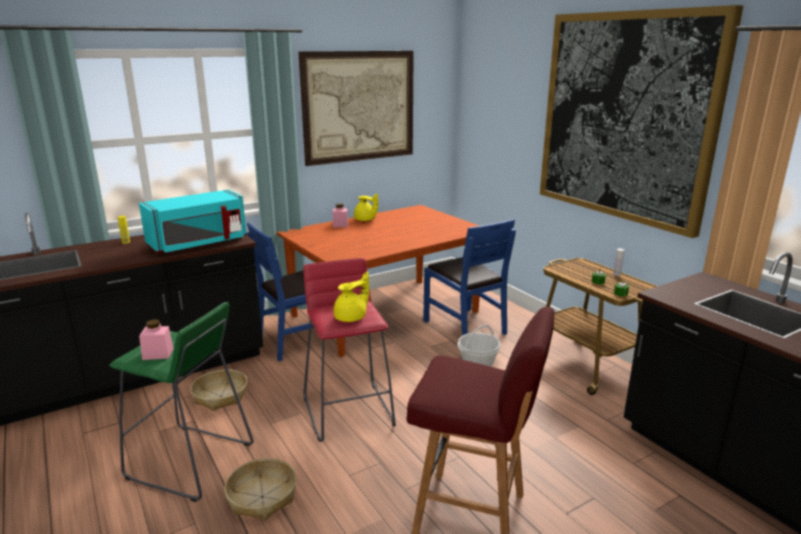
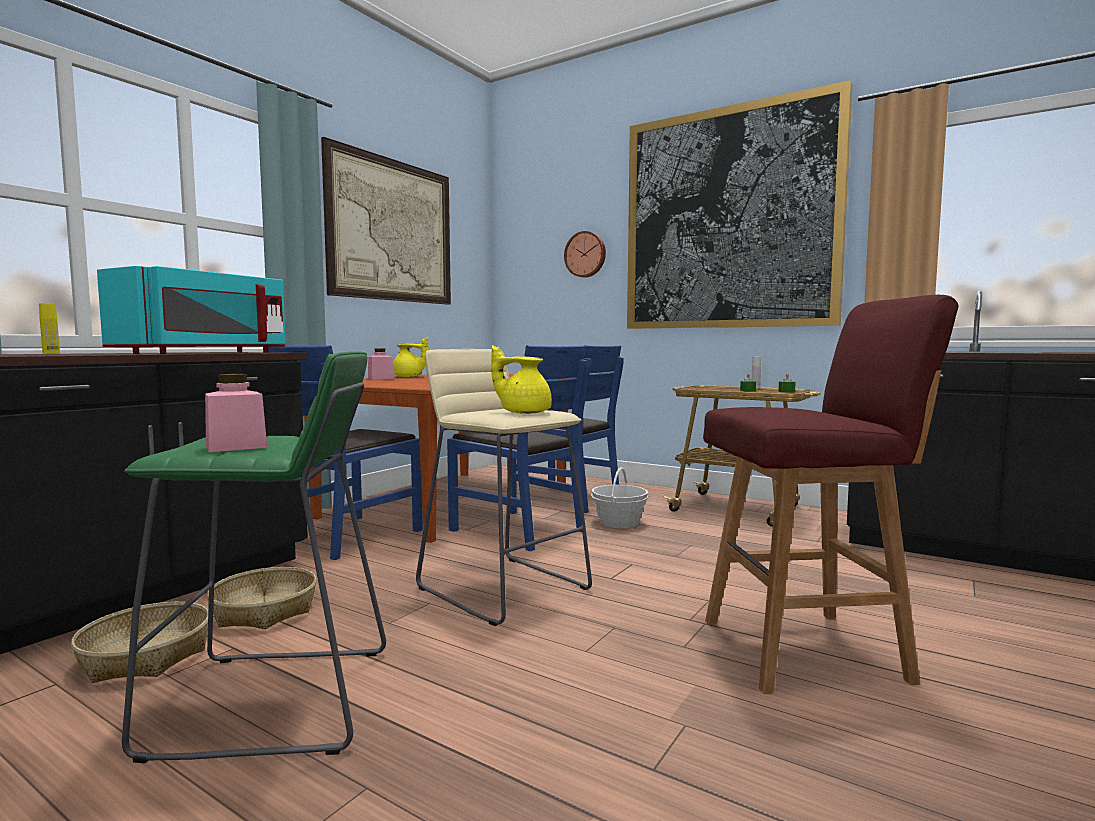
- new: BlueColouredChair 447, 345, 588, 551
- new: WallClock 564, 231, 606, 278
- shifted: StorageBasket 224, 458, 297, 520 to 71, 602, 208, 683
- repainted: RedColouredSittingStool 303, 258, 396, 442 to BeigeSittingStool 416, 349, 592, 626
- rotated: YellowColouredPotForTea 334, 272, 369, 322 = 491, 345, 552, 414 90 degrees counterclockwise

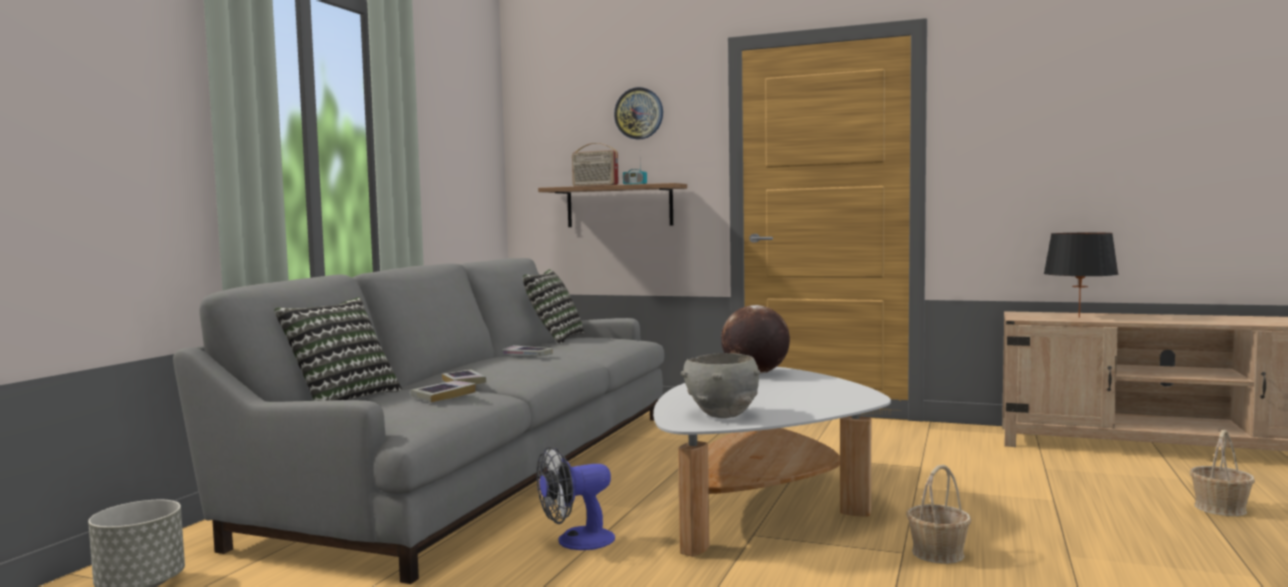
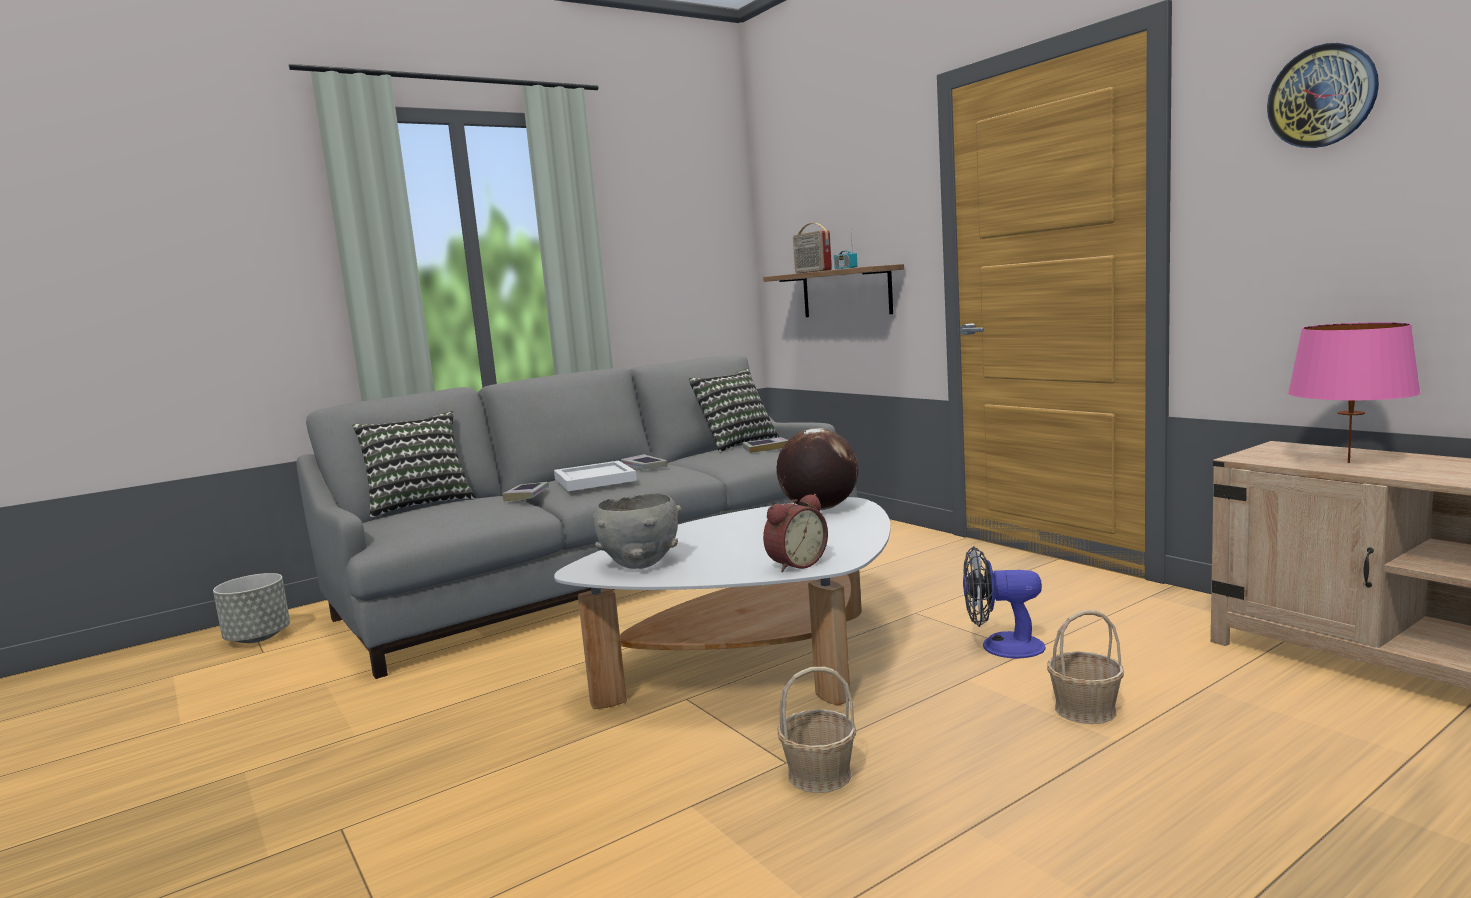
- new: WhitishServingTray 554, 461, 637, 491
- new: TableClock 763, 494, 828, 572
- shifted: Book 411, 380, 476, 403 to 742, 437, 788, 453
- shifted: Fan 537, 446, 615, 550 to 963, 546, 1045, 659
- shifted: WallClock 614, 87, 663, 140 to 1267, 43, 1379, 148
- shifted: StorageBasket 1190, 430, 1255, 516 to 1047, 610, 1124, 724
- repainted: BlackishTabletopLamp 1044, 233, 1118, 318 to PinkColouredTabletopLamp 1288, 322, 1421, 463

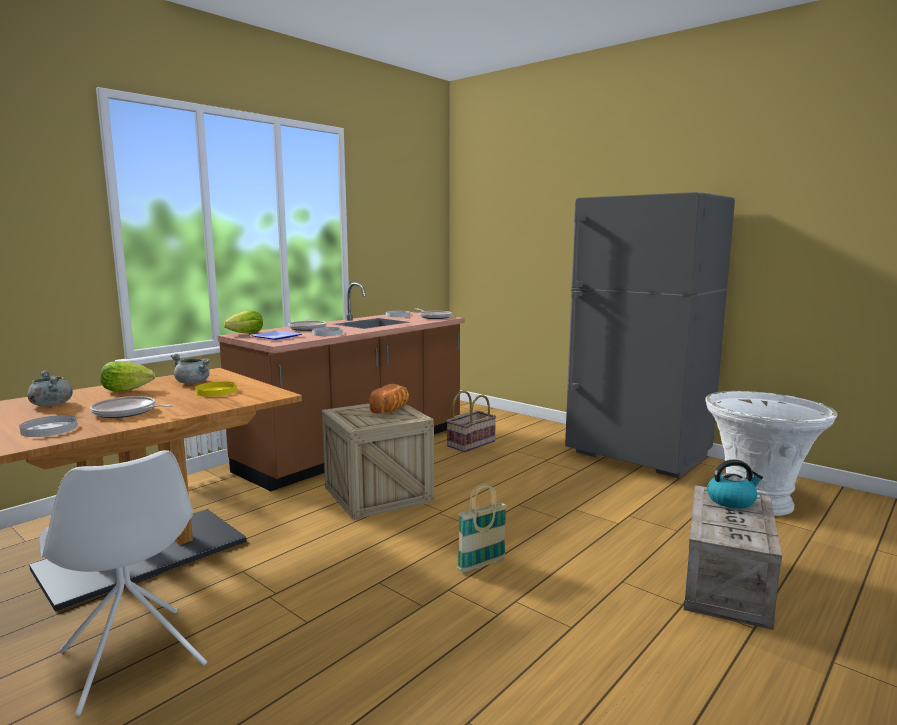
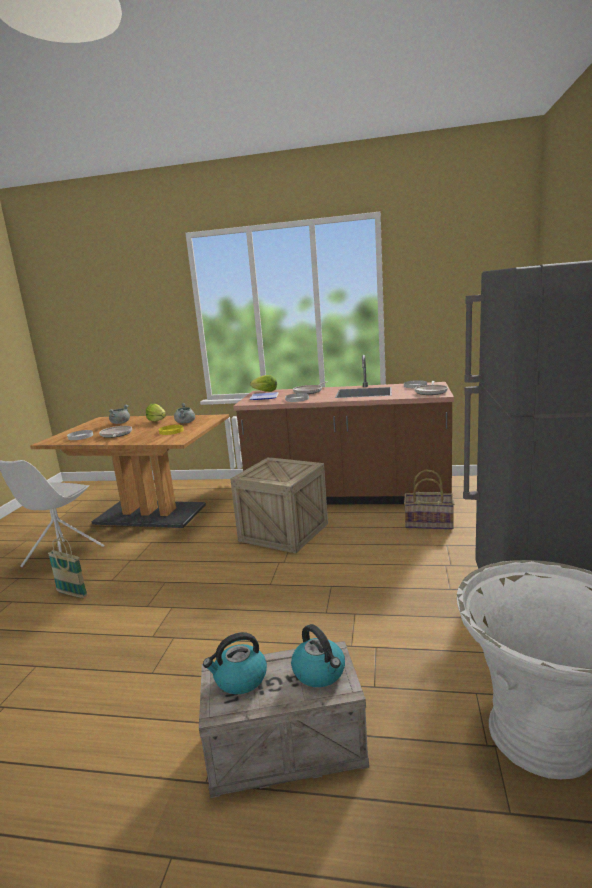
- gone: BakedBread 369, 384, 409, 414
- new: WaterKettle 203, 632, 267, 694
- shifted: StorageBasket 457, 484, 507, 573 to 48, 537, 87, 598

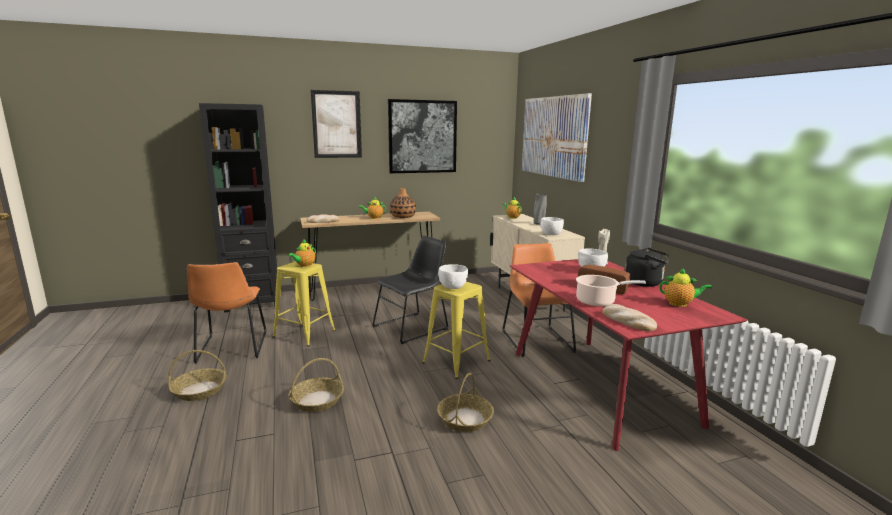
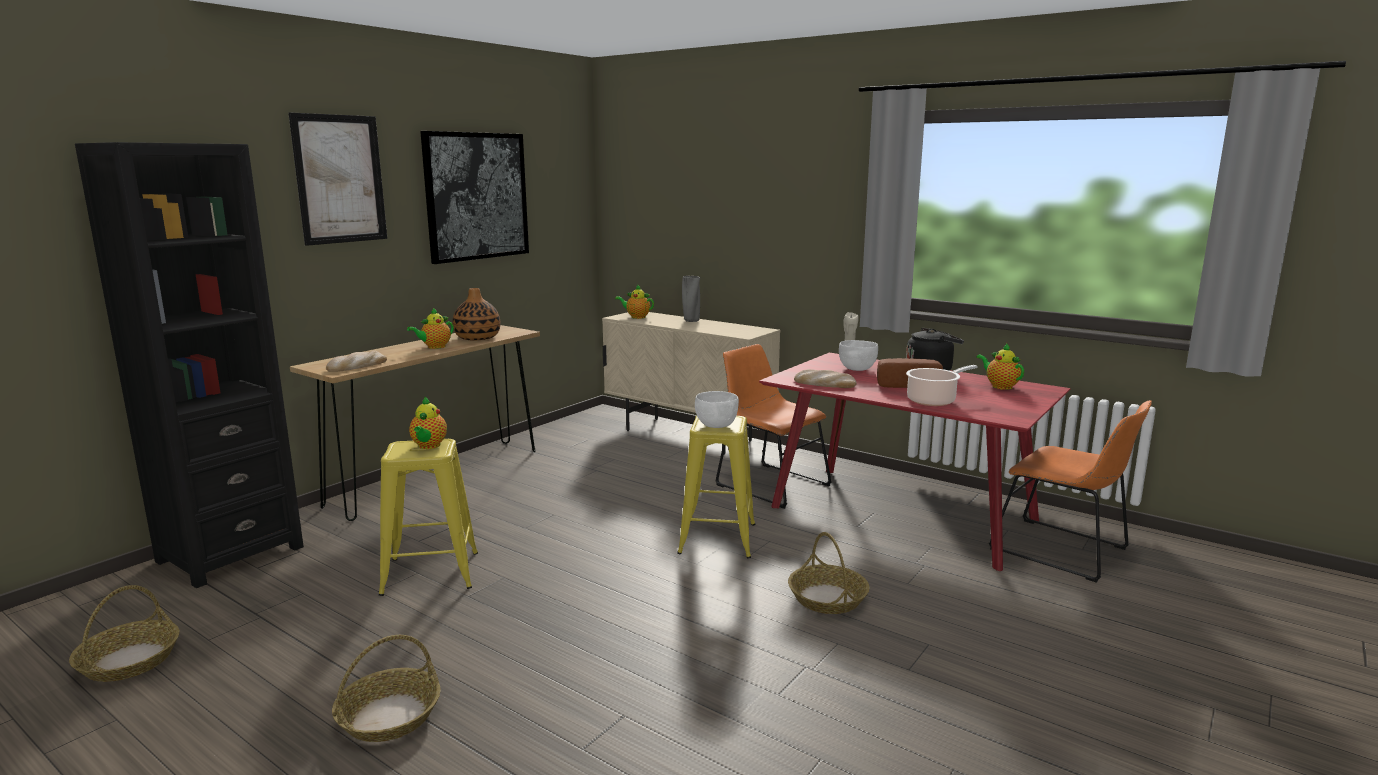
- gone: BlackishChair 372, 236, 448, 344
- gone: WallPicture 522, 93, 592, 182
- gone: WhitishServingBowl 540, 217, 564, 235
- shifted: OrangeyChair 187, 262, 267, 364 to 989, 400, 1152, 583
- shifted: StorageBasket 289, 358, 344, 412 to 69, 585, 180, 682
- shifted: BakedBread 602, 304, 657, 332 to 794, 369, 857, 388
- rotated: PotForTea 659, 268, 712, 307 = 977, 343, 1024, 390 105 degrees counterclockwise

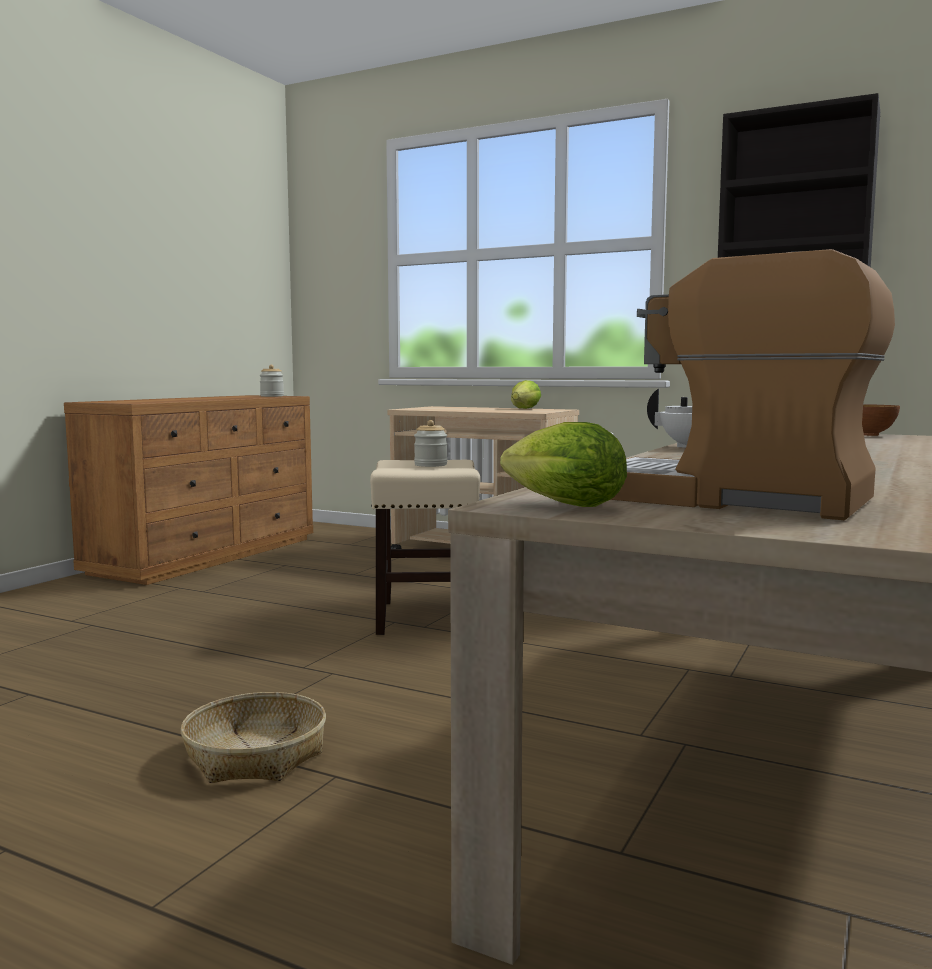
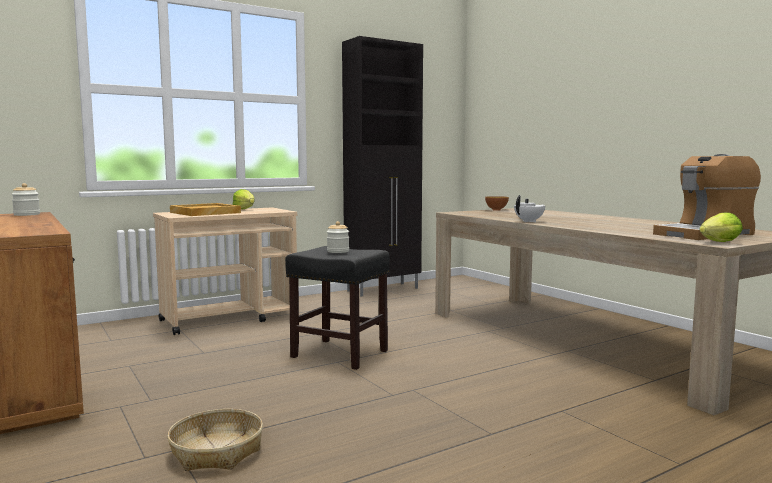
- new: BeigeServingTray 170, 203, 241, 216
- shifted: StorageBasket 181, 692, 326, 783 to 167, 409, 263, 471
- repainted: BeigeSittingStool 370, 460, 480, 635 to BlackishSittingStool 285, 246, 390, 370

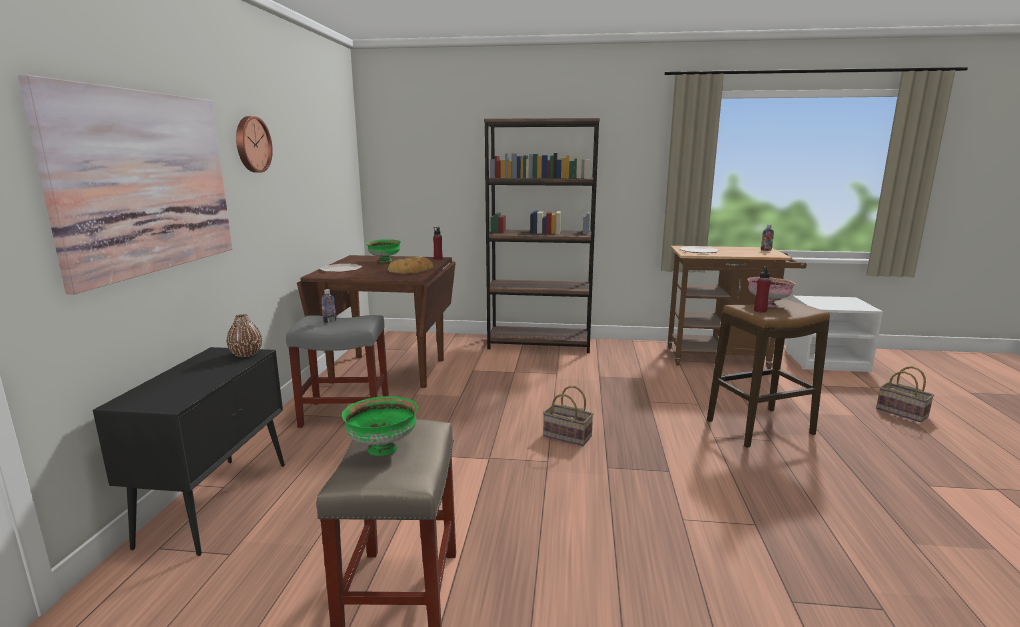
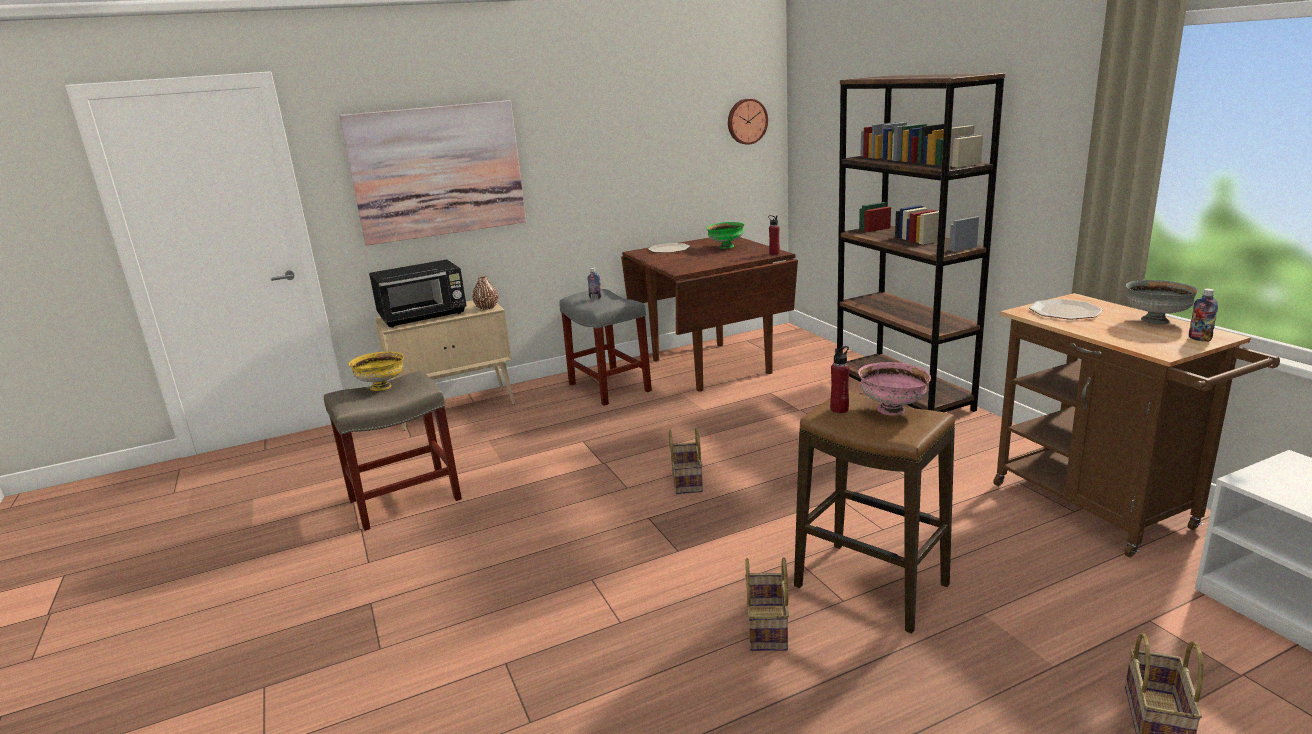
- gone: BakedBread 388, 257, 433, 274
- new: BlackishMicrowaveOven 369, 259, 466, 328
- new: StorageBasket 745, 557, 789, 651
- new: GreyishServingBowl 1126, 280, 1199, 325
- shifted: WallClock 236, 116, 273, 173 to 728, 99, 768, 145
- repainted: BlackishStorageCabinet 93, 347, 285, 556 to BeigeStorageCabinet 375, 300, 515, 431
- repainted: GreenServingBowl 342, 396, 418, 456 to YellowColouredServingBowl 348, 352, 404, 391

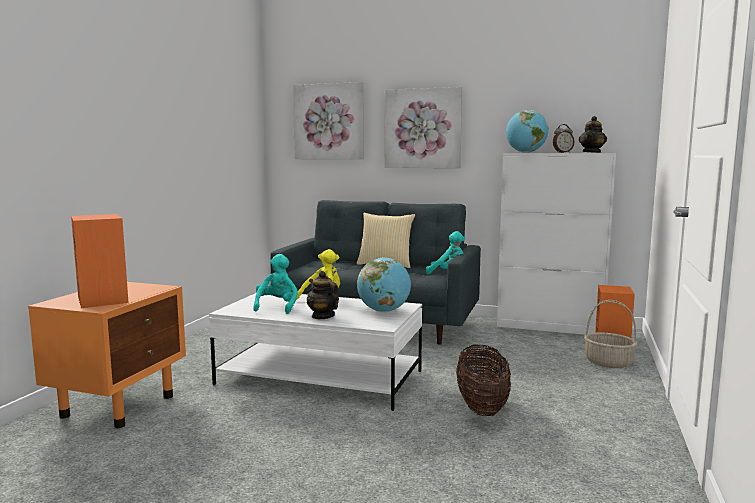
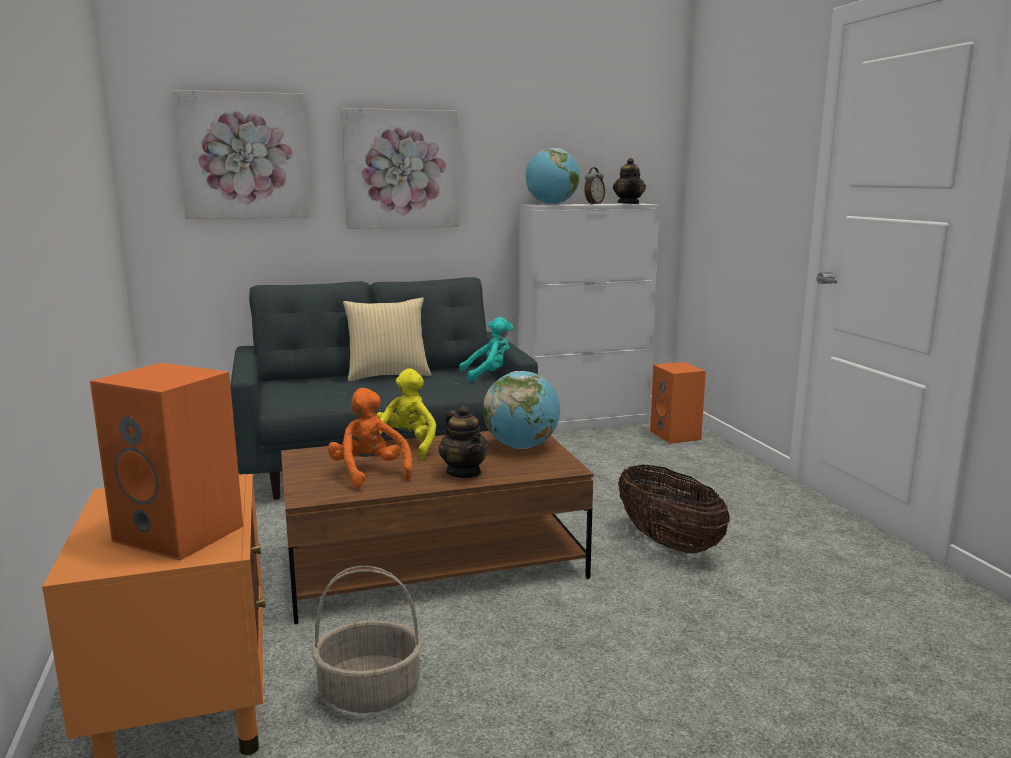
- shifted: StorageBasket 584, 300, 637, 368 to 312, 566, 422, 713
- repainted: WhitishLowTable 209, 293, 422, 411 to BrownishLowTable 281, 431, 594, 624
- repainted: TurquoisePlushToy 253, 254, 298, 314 to OrangeyPlushToy 328, 388, 412, 488
- rotated: PotForTea 307, 271, 339, 319 = 439, 405, 489, 478 135 degrees counterclockwise

